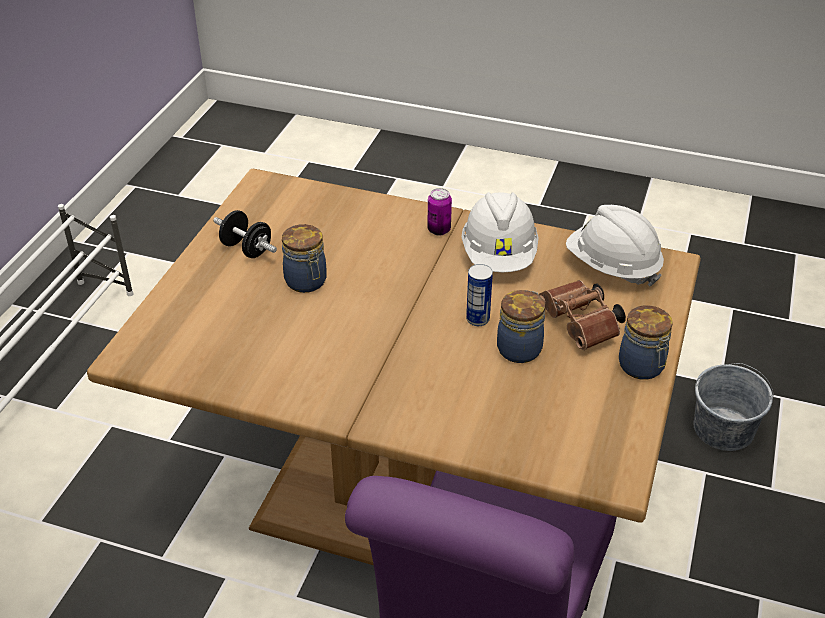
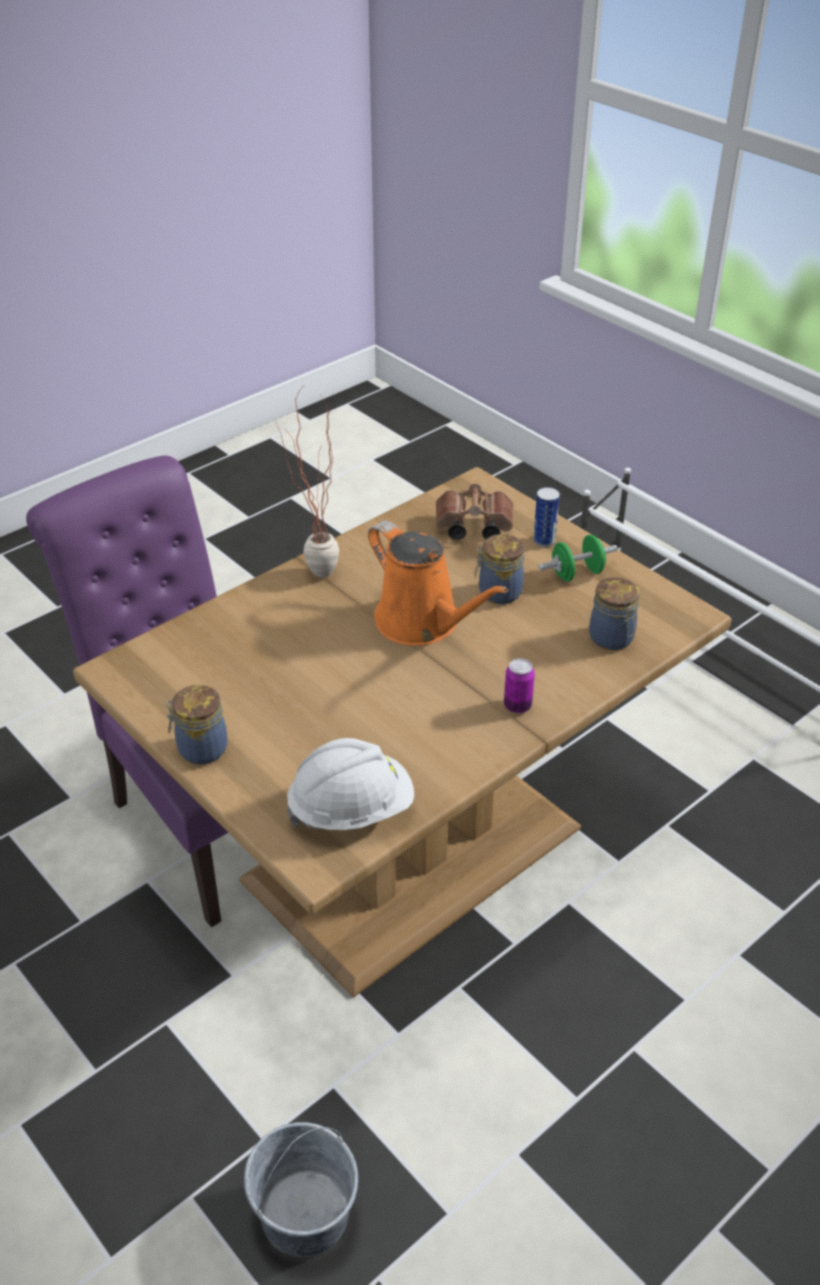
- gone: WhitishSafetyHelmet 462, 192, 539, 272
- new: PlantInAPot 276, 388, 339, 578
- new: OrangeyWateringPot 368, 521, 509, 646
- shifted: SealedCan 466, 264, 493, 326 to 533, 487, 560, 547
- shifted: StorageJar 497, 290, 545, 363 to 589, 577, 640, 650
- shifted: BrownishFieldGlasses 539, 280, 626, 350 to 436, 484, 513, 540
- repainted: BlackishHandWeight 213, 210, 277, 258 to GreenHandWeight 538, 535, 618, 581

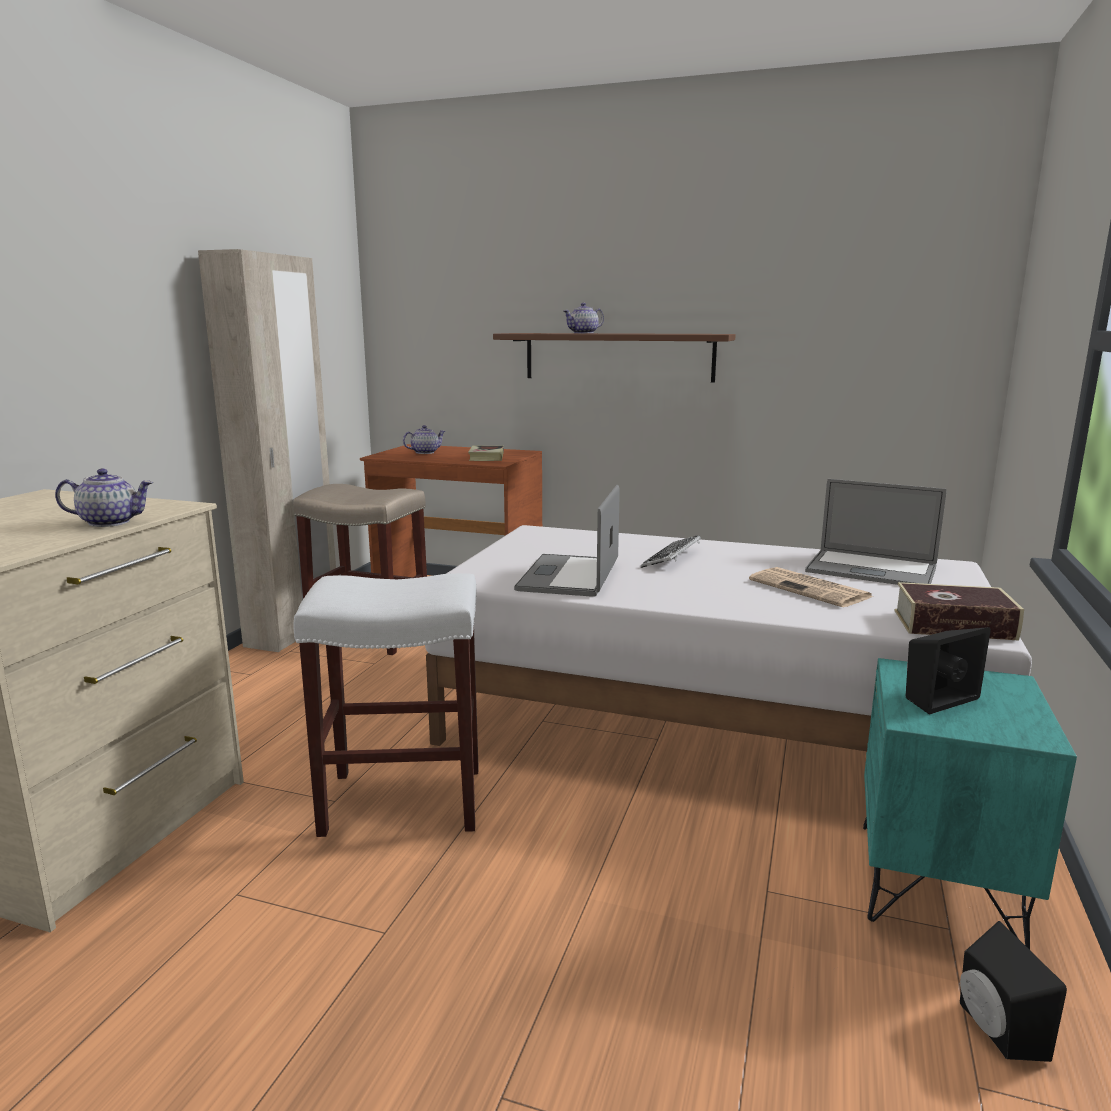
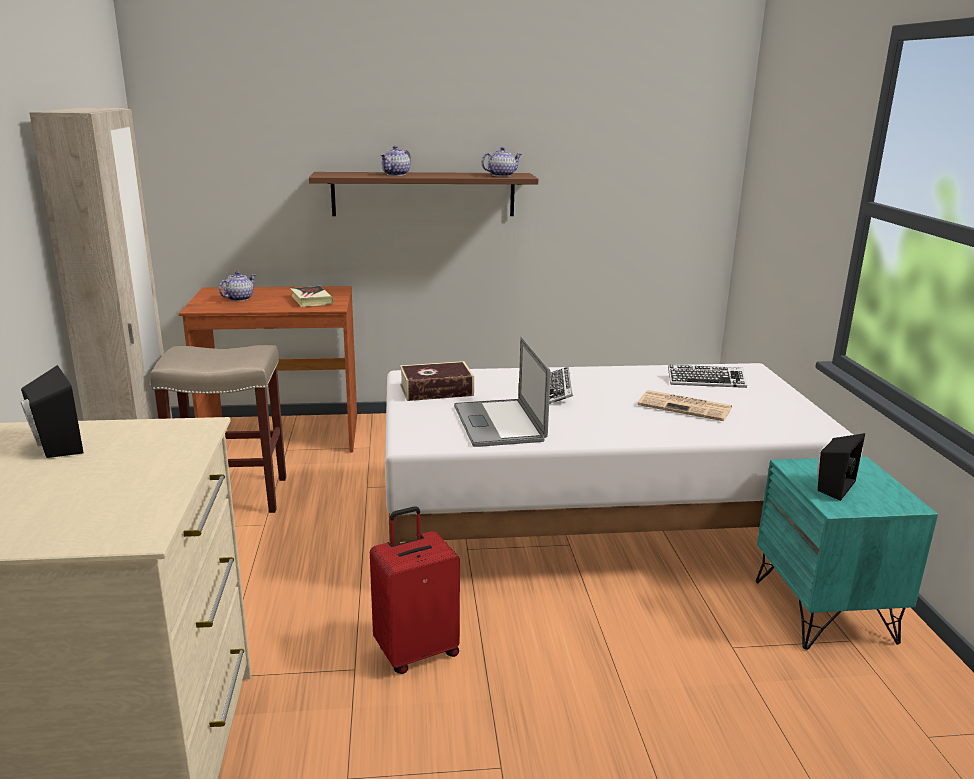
- shifted: PotForTea 55, 469, 153, 527 to 481, 147, 522, 177
- shifted: Book 894, 582, 1024, 641 to 400, 361, 474, 401
- shifted: BlackishAudioSpeaker 960, 921, 1067, 1062 to 20, 365, 83, 458
- swapped: WhitishSittingStool 293, 573, 479, 837 to RedColouredTravelCase 370, 506, 460, 674
- swapped: Laptop 805, 479, 946, 585 to Keyboard 668, 365, 747, 388

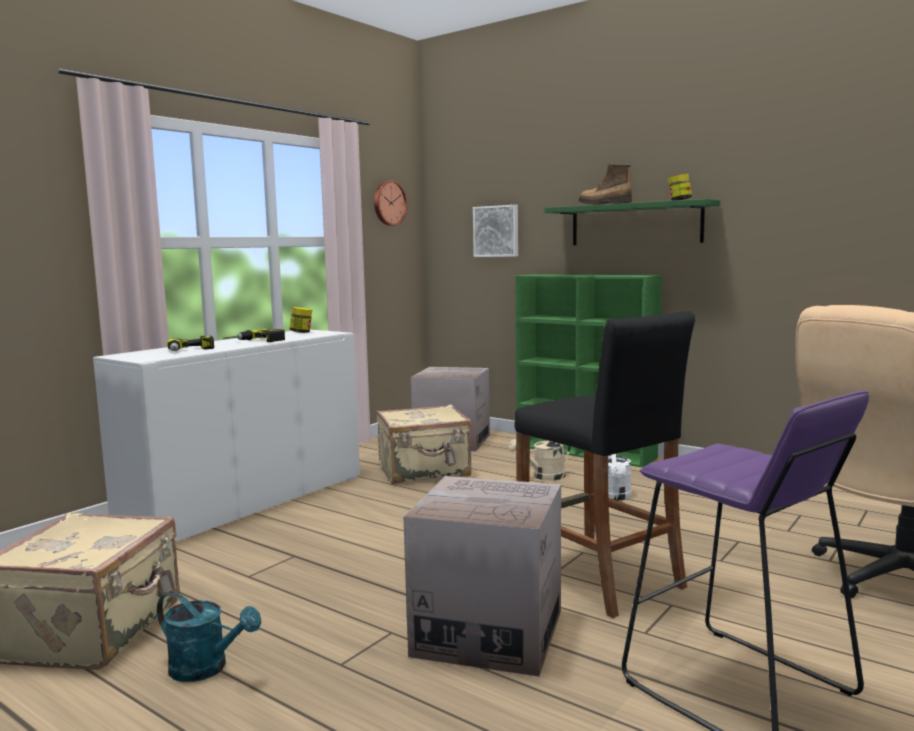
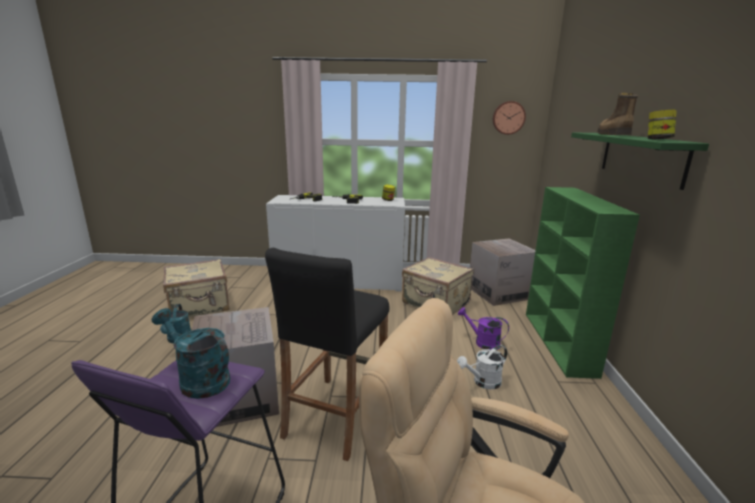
- gone: WallPicture 473, 205, 518, 257
- new: TurquoiseWateringPot 152, 308, 230, 399
- repainted: BeigeWateringPot 508, 439, 571, 480 to PurplishWateringPot 458, 307, 509, 349

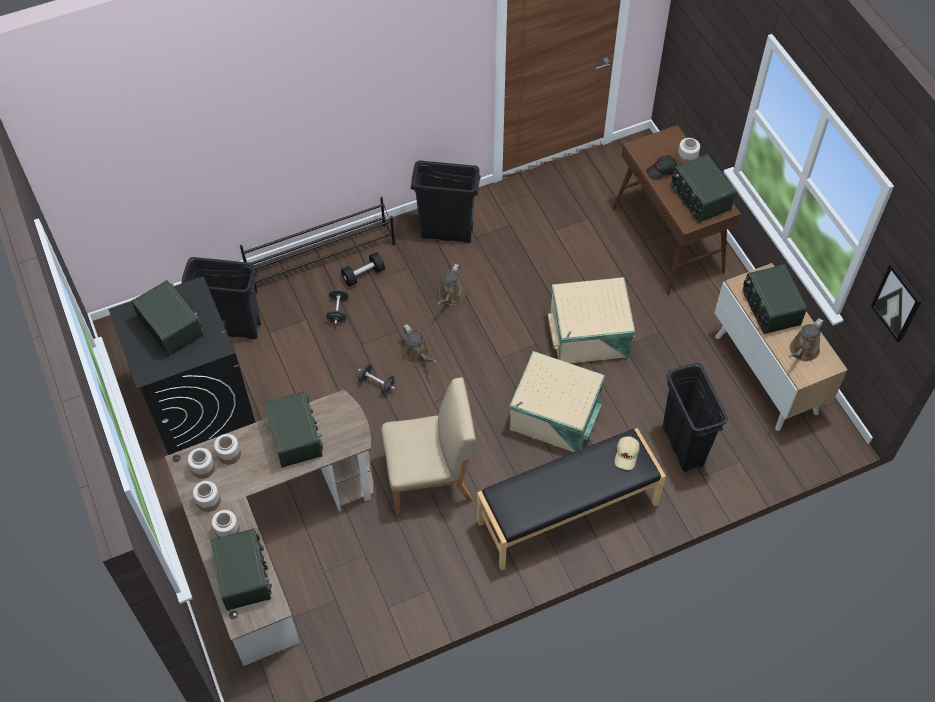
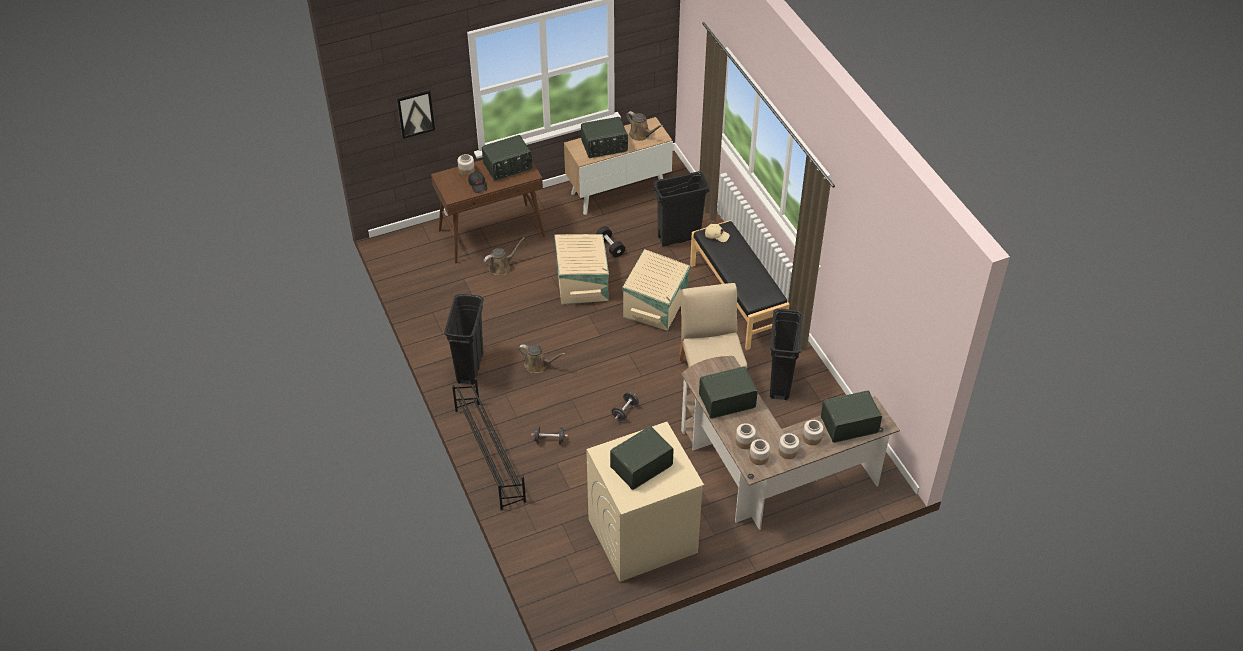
- shifted: BlackishTrashCan 181, 257, 261, 339 to 770, 309, 803, 400
- shifted: BlackishHandWeight 341, 252, 385, 287 to 596, 226, 625, 257
- shifted: BrownishWateringPot 403, 324, 437, 365 to 484, 237, 525, 275
- shifted: WallPicture 871, 263, 922, 342 to 397, 90, 435, 139
- repainted: BlackishLaundryAppliance 108, 276, 256, 455 to BeigeLaundryAppliance 586, 422, 704, 582

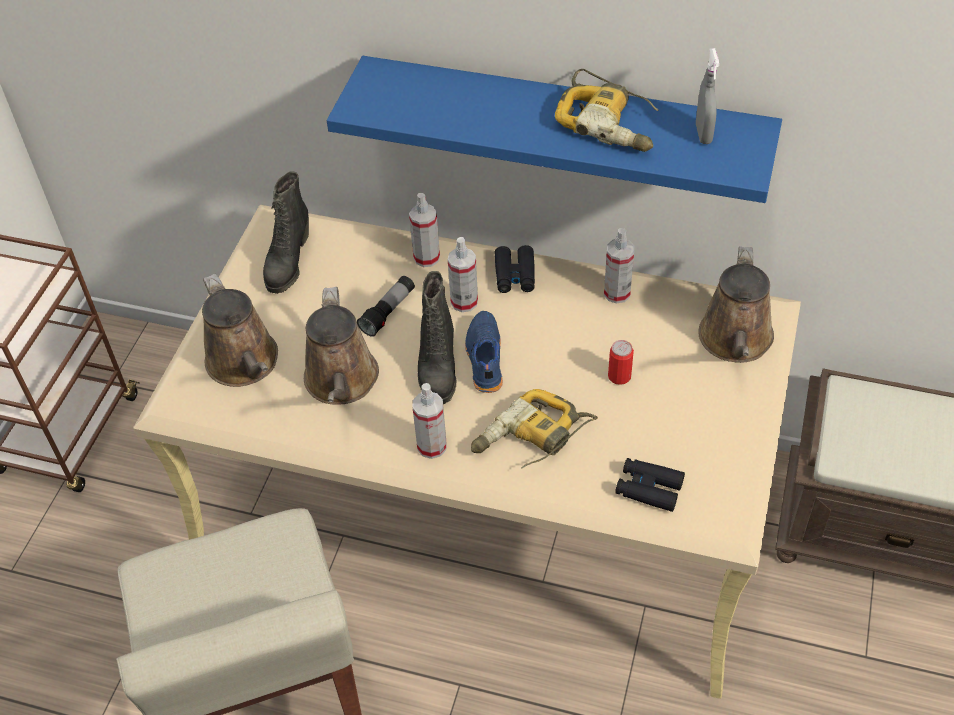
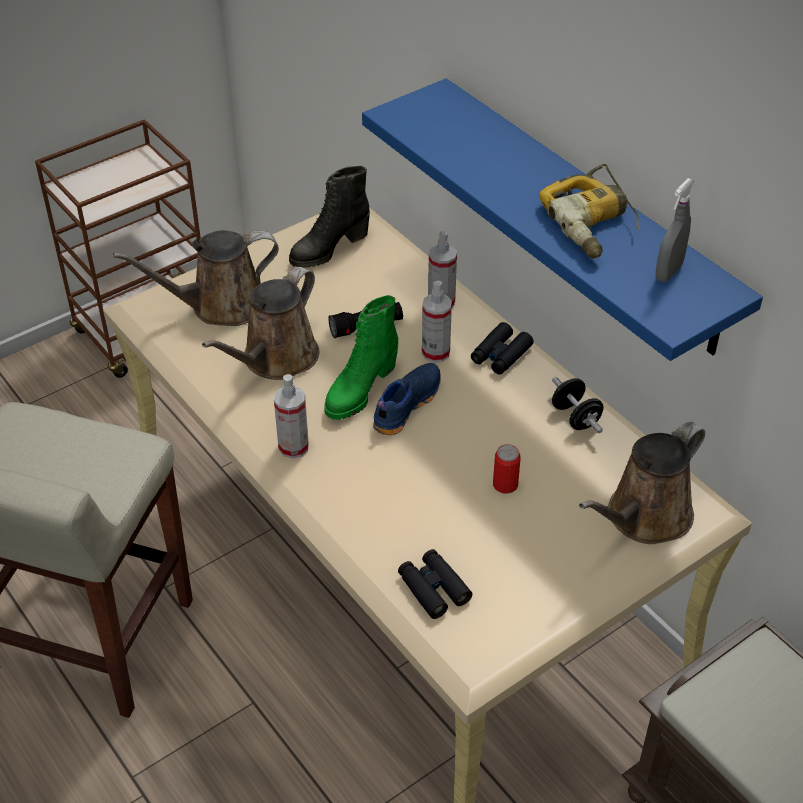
- gone: ElectricDrill 471, 389, 598, 469
- swapped: Sprayer 604, 228, 635, 304 to BlackishHandWeight 552, 377, 603, 433
- repainted: BlackishBoot 418, 271, 457, 404 to GreenBoot 325, 295, 398, 420
- rotated: BrownishWateringPot 202, 274, 278, 387 = 113, 230, 279, 326 60 degrees clockwise

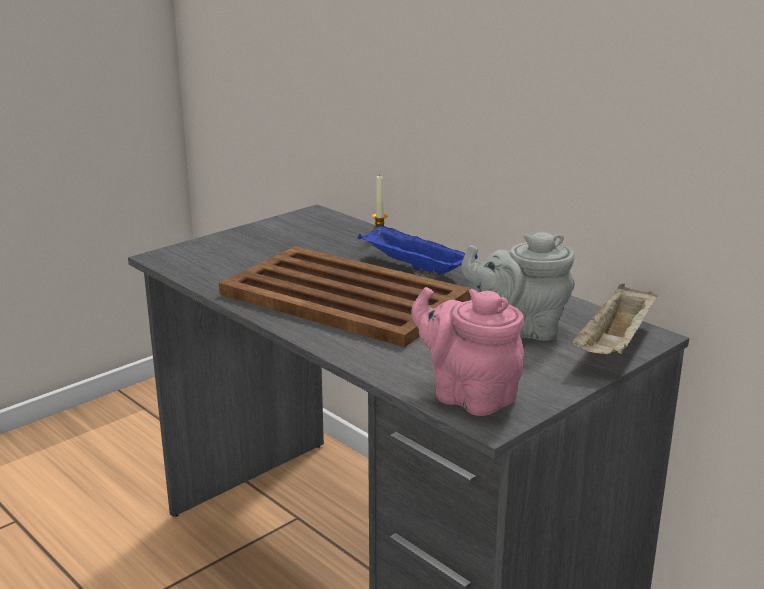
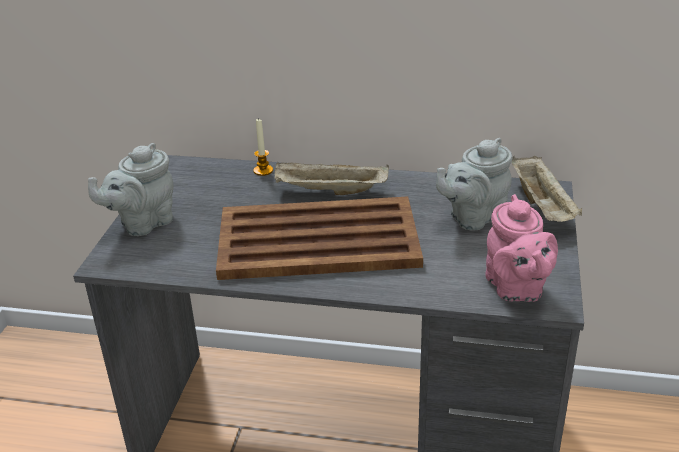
- new: GreyishPotForTea 88, 143, 174, 236
- repainted: BlueColouredServingTray 358, 224, 478, 275 to BeigeServingTray 275, 162, 389, 195
- rotated: PinkColouredPotForTea 411, 287, 524, 416 = 485, 194, 558, 302 105 degrees counterclockwise

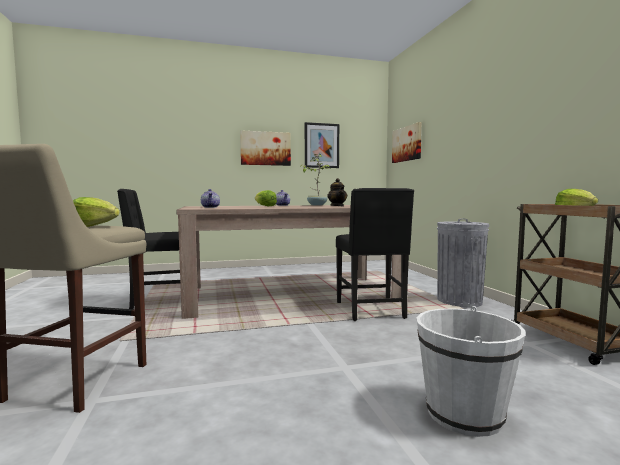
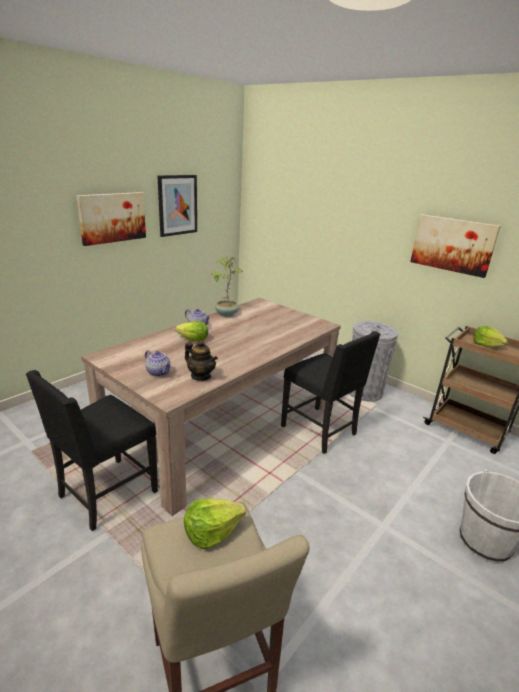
- shifted: PotForTea 327, 178, 347, 206 to 185, 340, 218, 381
- shifted: WallPicture 392, 122, 422, 163 to 410, 214, 501, 278

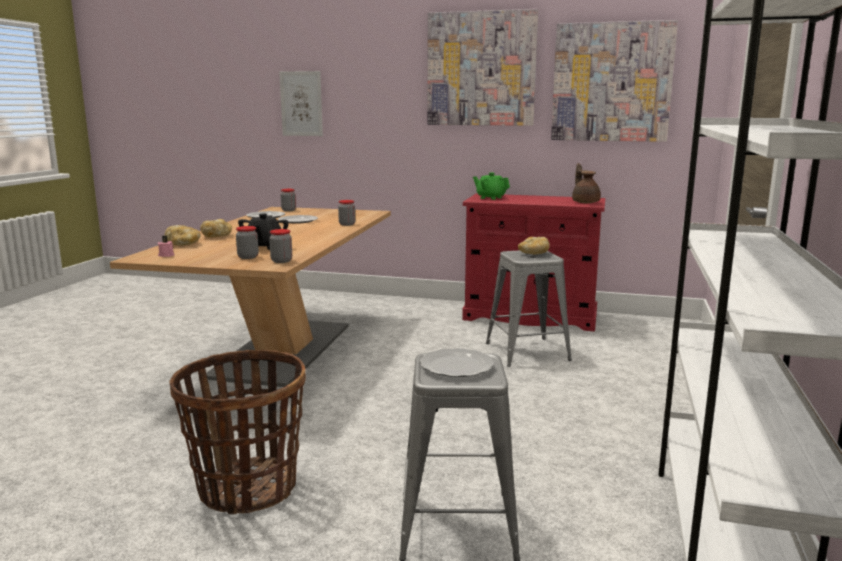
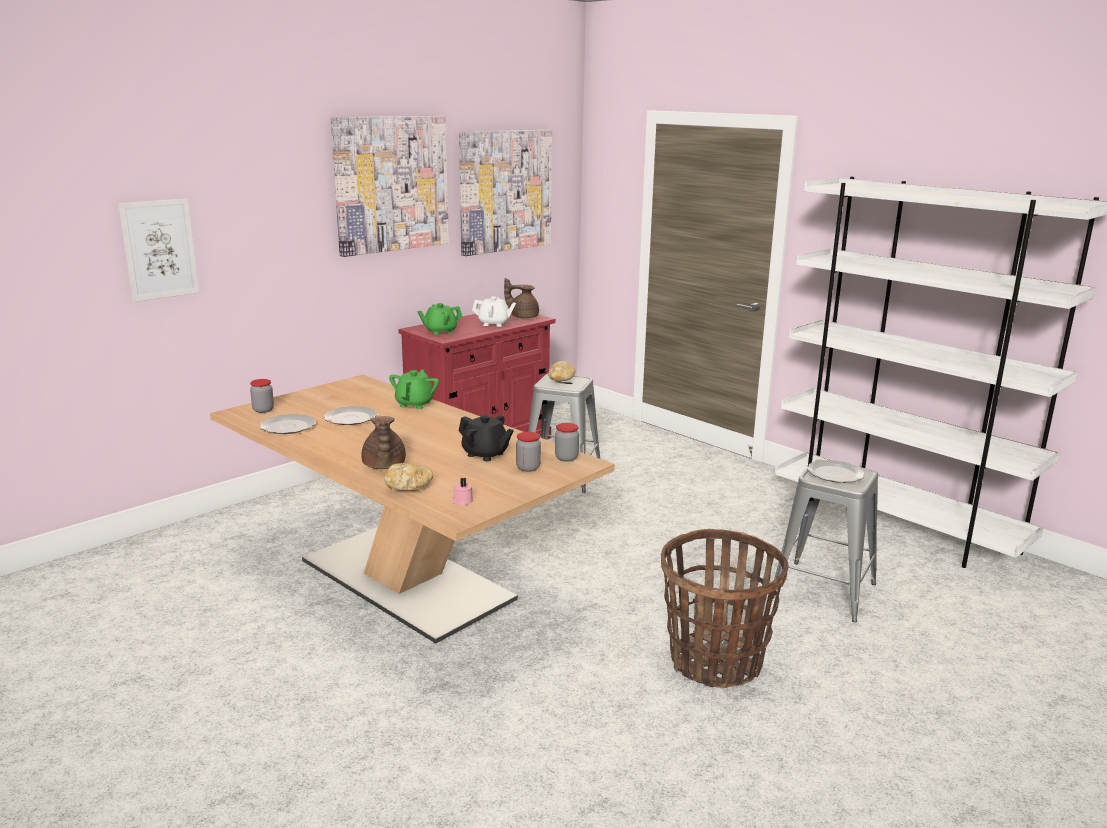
- new: WhitishPotForTea 472, 296, 516, 327
- swapped: BakedBread 200, 219, 232, 237 to BrownishPotForTea 361, 416, 406, 469
- swapped: StorageJar 338, 200, 355, 226 to GreenPotForTea 389, 370, 439, 409

